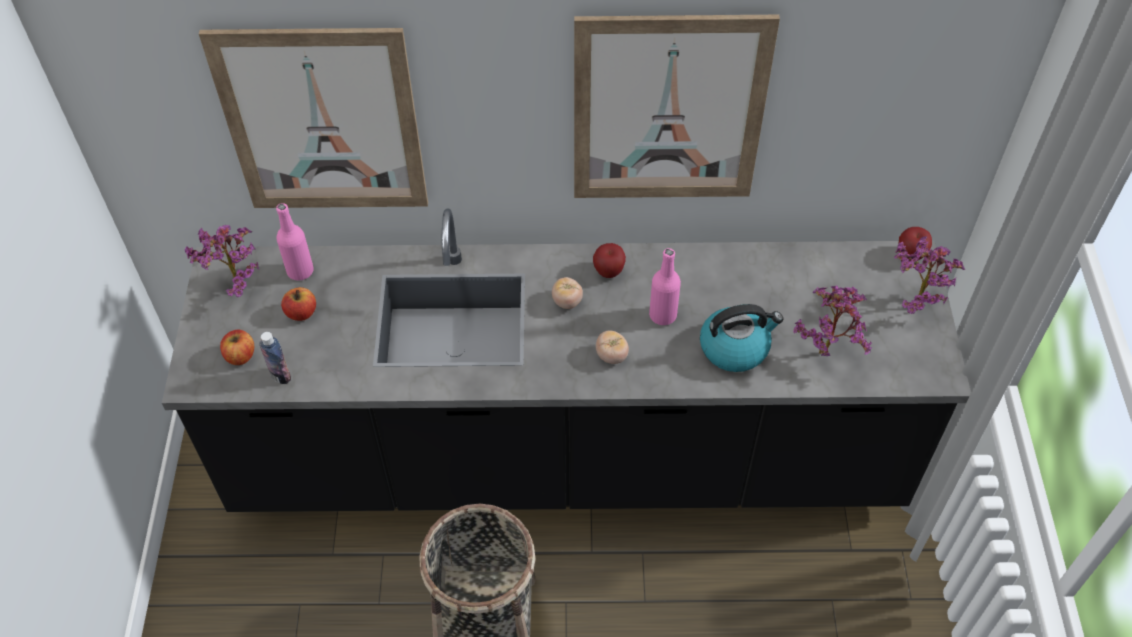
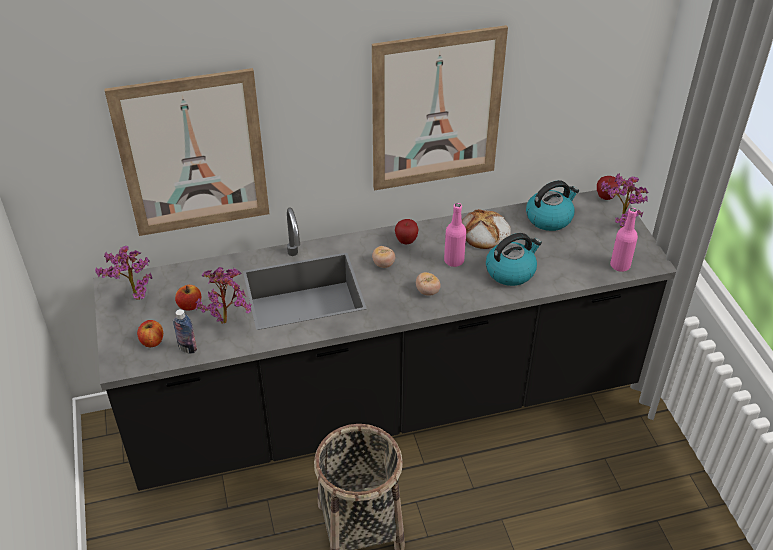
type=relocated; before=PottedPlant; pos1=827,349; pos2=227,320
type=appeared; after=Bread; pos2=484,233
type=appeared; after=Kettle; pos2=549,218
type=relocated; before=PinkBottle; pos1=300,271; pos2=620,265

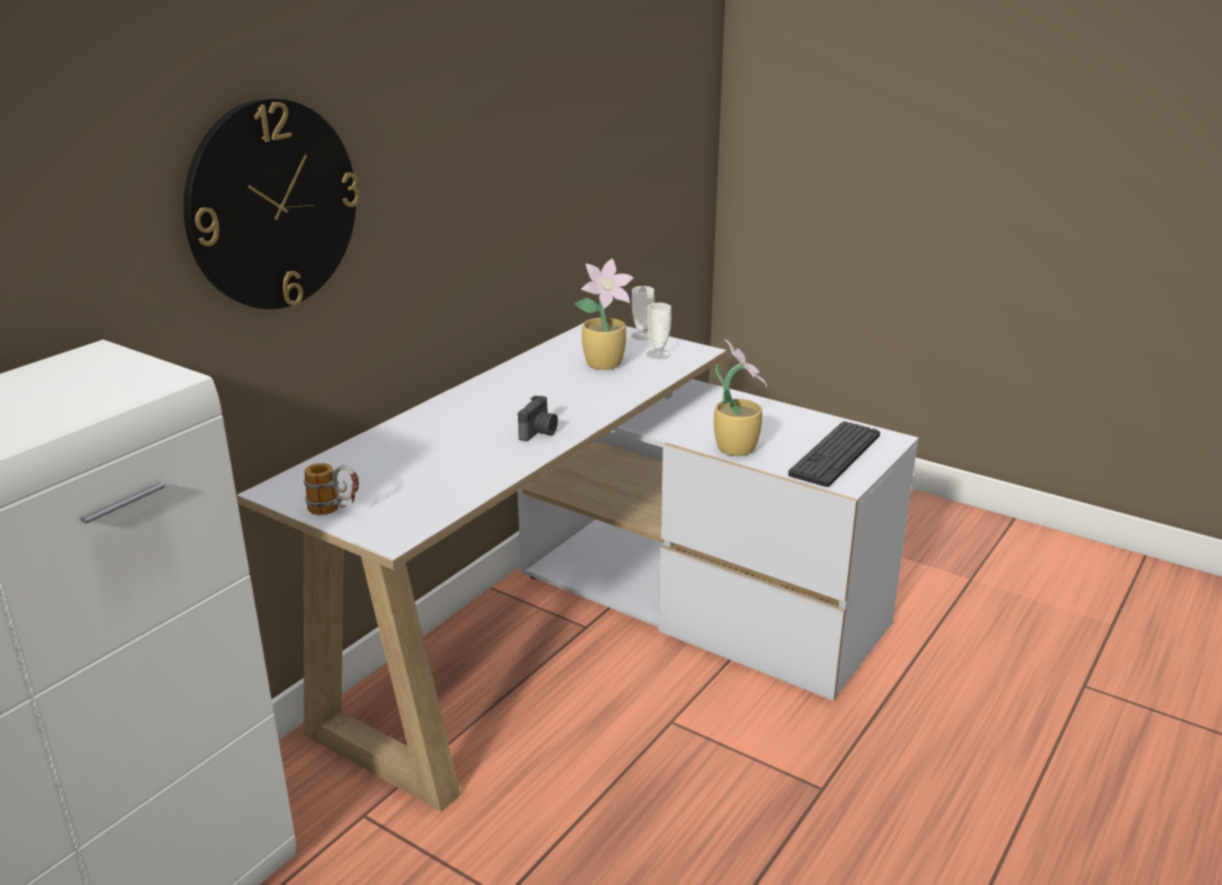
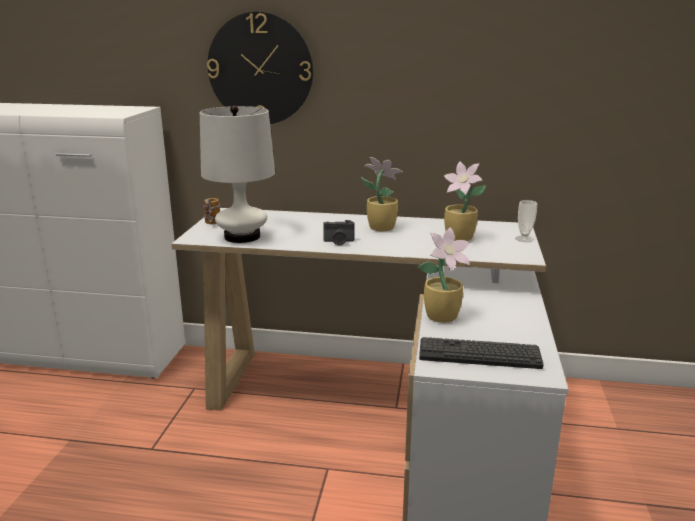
type=appeared; after=WhiteTableLamp; pos2=242,236
type=appeared; after=PottedPlant; pos2=380,227
type=missing; before=Cup; pos1=658,354

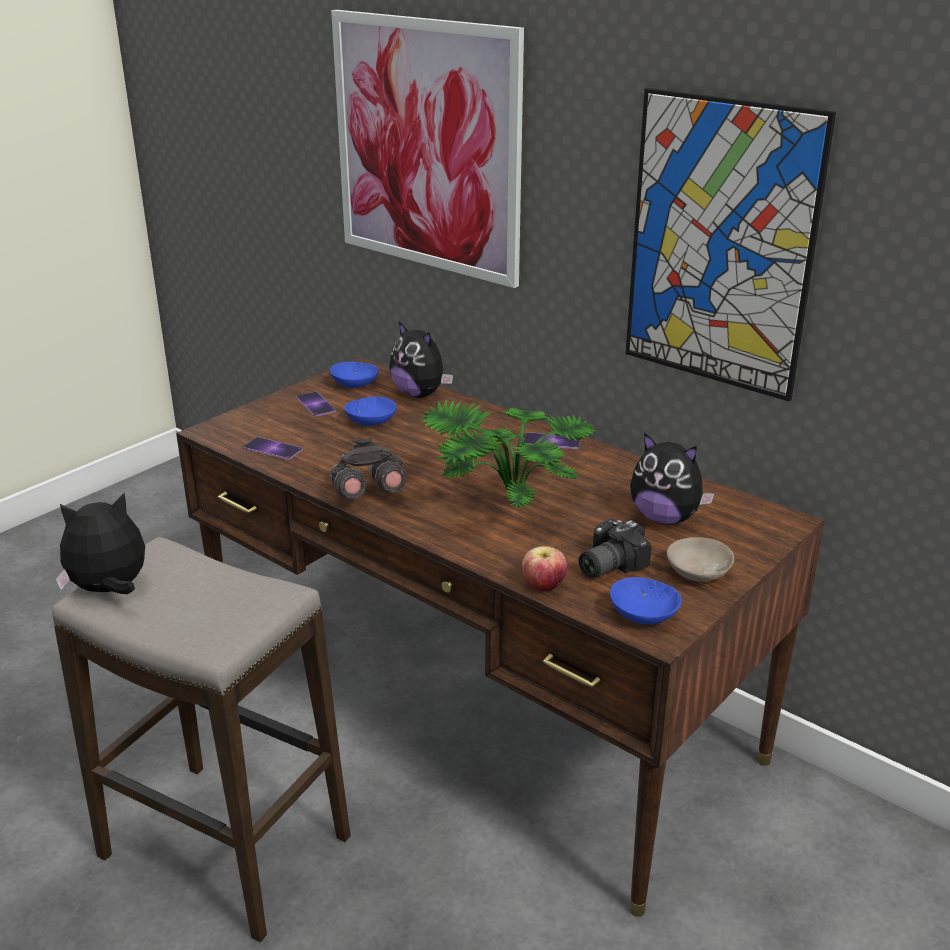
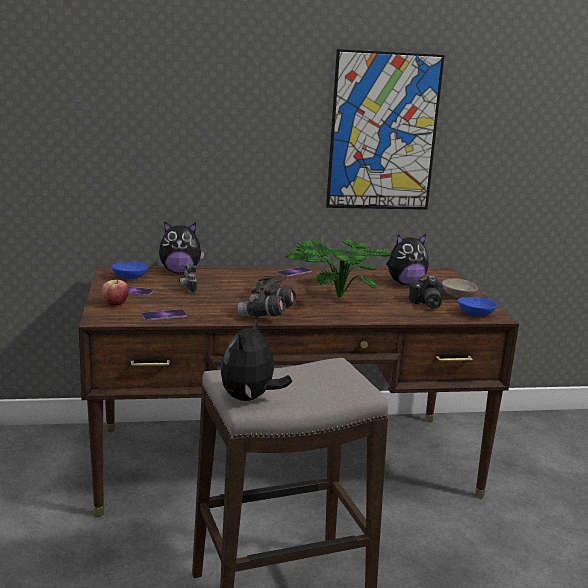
type=relocated; before=Apple; pos1=543,586; pos2=115,304
type=exchanged; before=BlueBowl; after=PhotoCamera; pos1=371,422; pos2=187,289
type=missing; before=Picture; pos1=426,146

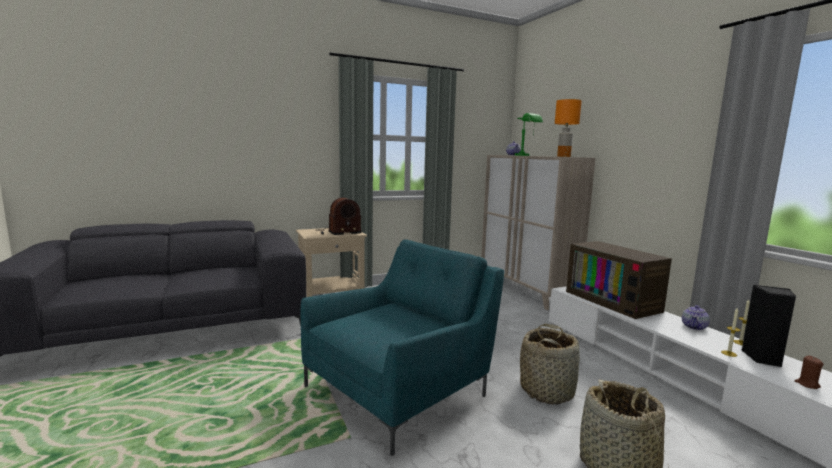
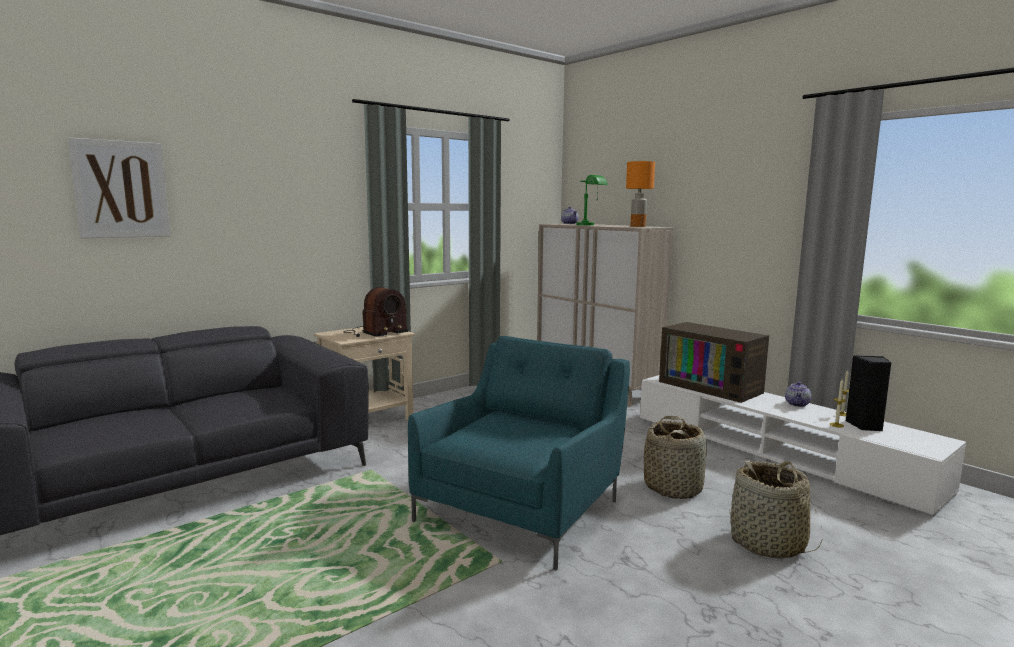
type=appeared; after=Picture; pos2=121,189
type=missing; before=BrownCandle; pos1=807,384

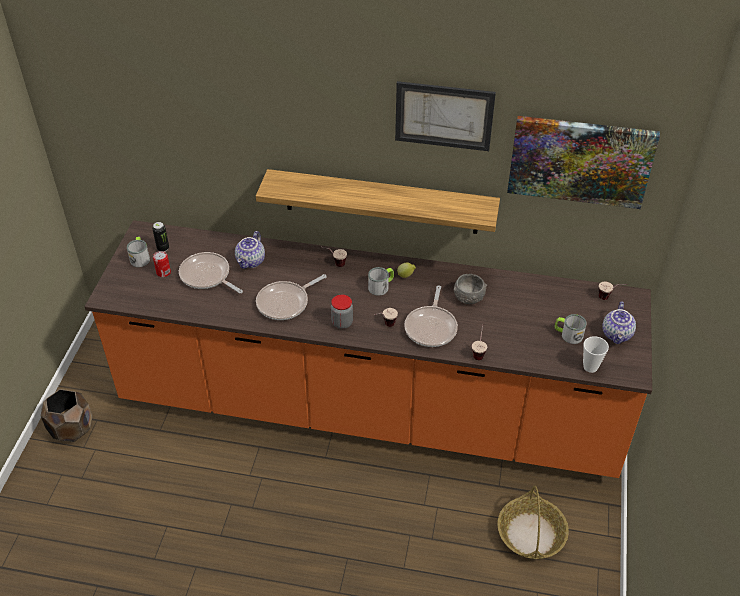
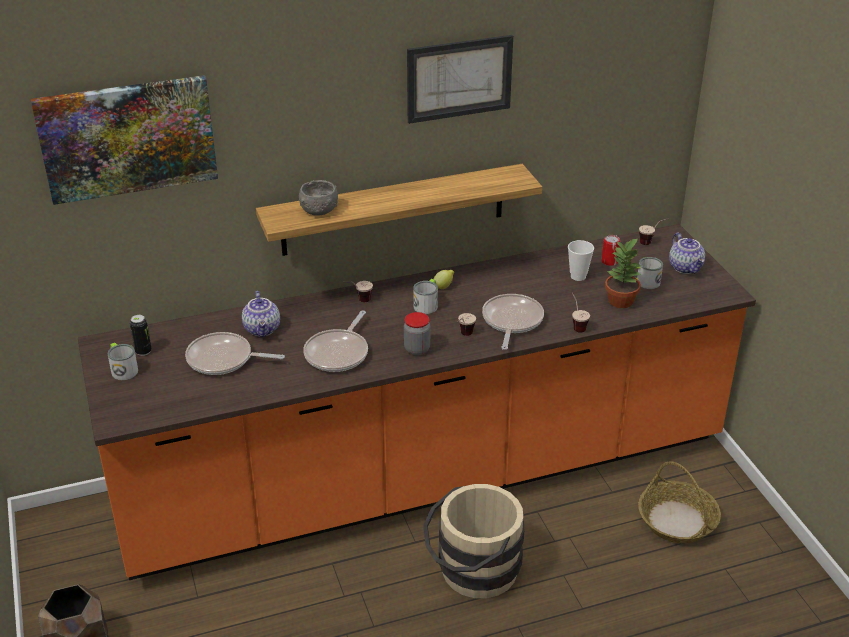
type=relocated; before=Picture; pos1=580,160; pos2=127,138
type=relocated; before=GreyBowl; pos1=468,297; pos2=319,210
type=appeared; after=BeigeBucket; pos2=472,572
type=spun; before=FryingPan; pos1=431,327; pos2=511,321; turn=-150
type=relocated; before=Cup; pos1=590,367; pos2=578,276
type=relocated; before=Can; pos1=163,272; pos2=609,262
type=appeared; after=PottedPlant; pos2=621,301

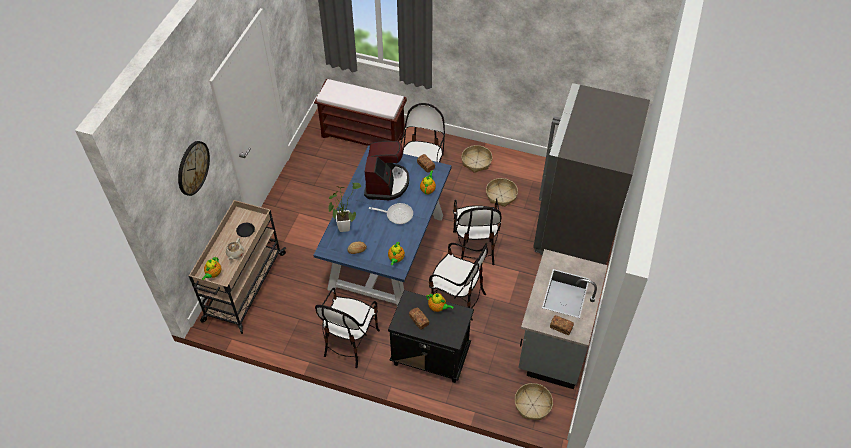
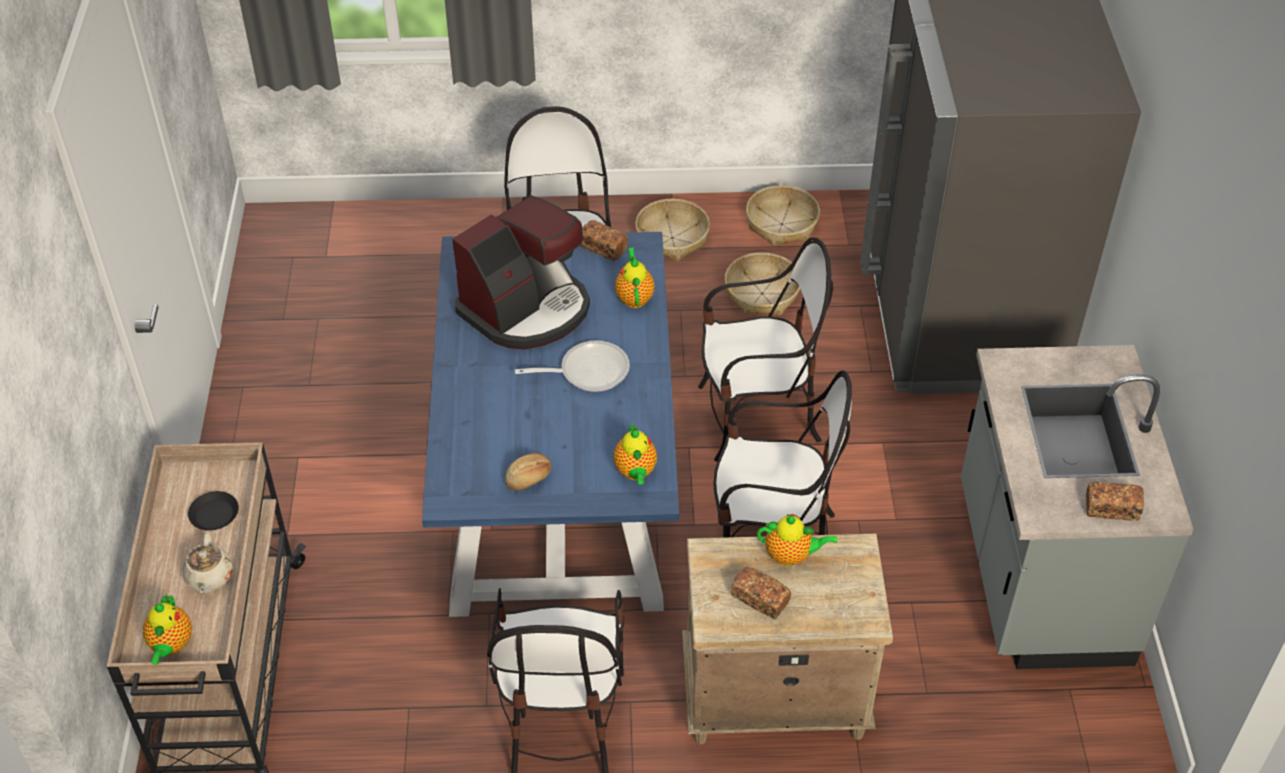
type=spun; before=CoffeeMachine; pos1=386,183; pos2=527,309; turn=60
type=colour; before=BlackNightstand; after=BeigeNightstand; pos1=429,356; pos2=772,696
type=spun; before=Chair; pos1=474,247; pos2=756,418; turn=-75
type=relocated; before=Basket; pos1=532,404; pos2=781,224
type=missing; before=WallClock; pos1=192,168
type=missing; before=BrownBench; pos1=364,136
type=missing; before=PottedPlant; pos1=344,225

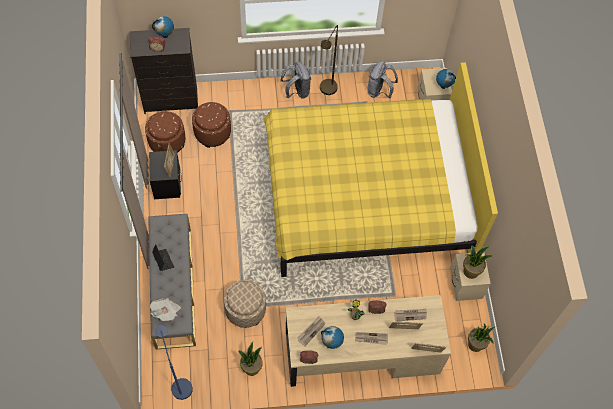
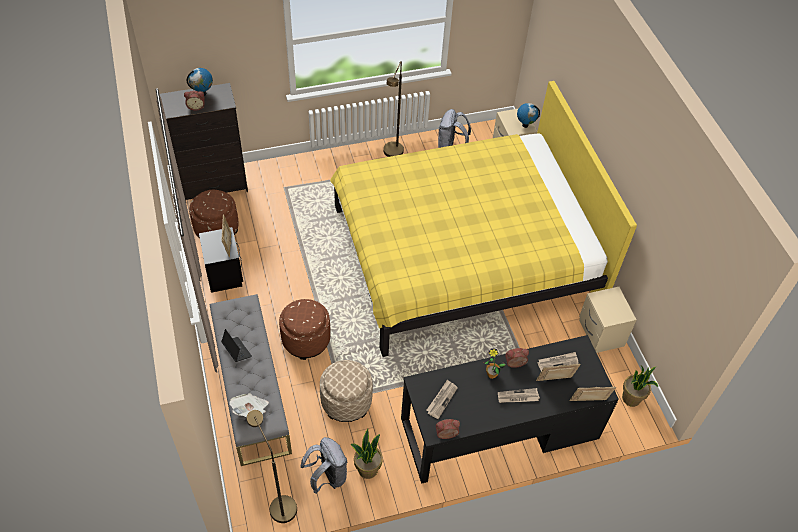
type=colour; before=BlueFloorLamp; after=BrownFloorLamp; pos1=179,384; pos2=279,503
type=relocated; before=BrownOttoman; pos1=212,132; pos2=306,339
type=relocated; before=GreyBackpack; pos1=297,91; pos2=327,476
type=colour; before=BeigeDesk; after=BlackDesk; pos1=362,352; pos2=499,428
type=missing; before=Globe; pos1=331,342
type=missing; before=PottedPlant; pos1=471,271

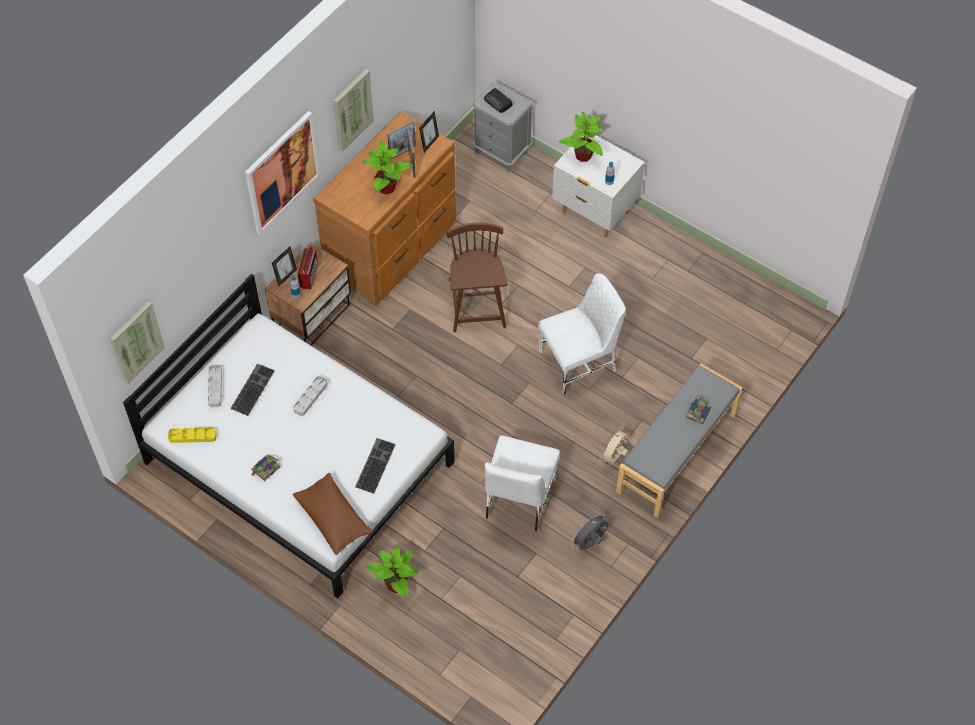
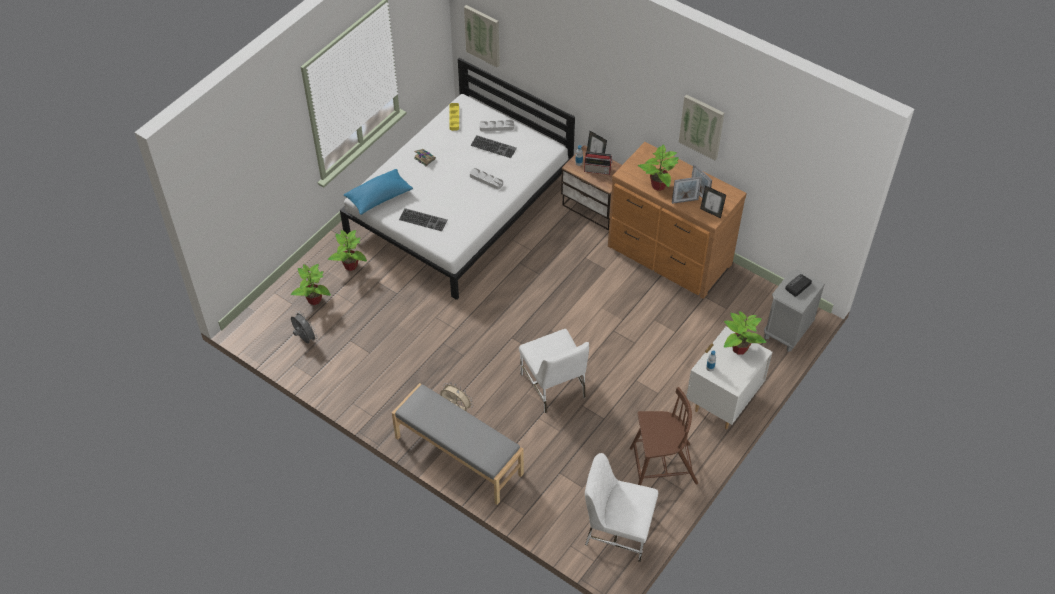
type=appeared; after=PottedPlant; pos2=314,300
type=relocated; before=GreyFan; pos1=590,543; pos2=305,338
type=colour; before=BrownPillow; after=BluePillow; pos1=333,519; pos2=379,197
type=relocated; before=WhiteChair; pos1=519,499; pos2=617,530
type=relocated; before=BrownChair; pos1=477,305; pos2=662,466
type=missing; before=Picture; pos1=282,172
type=missing; before=Book; pos1=698,412

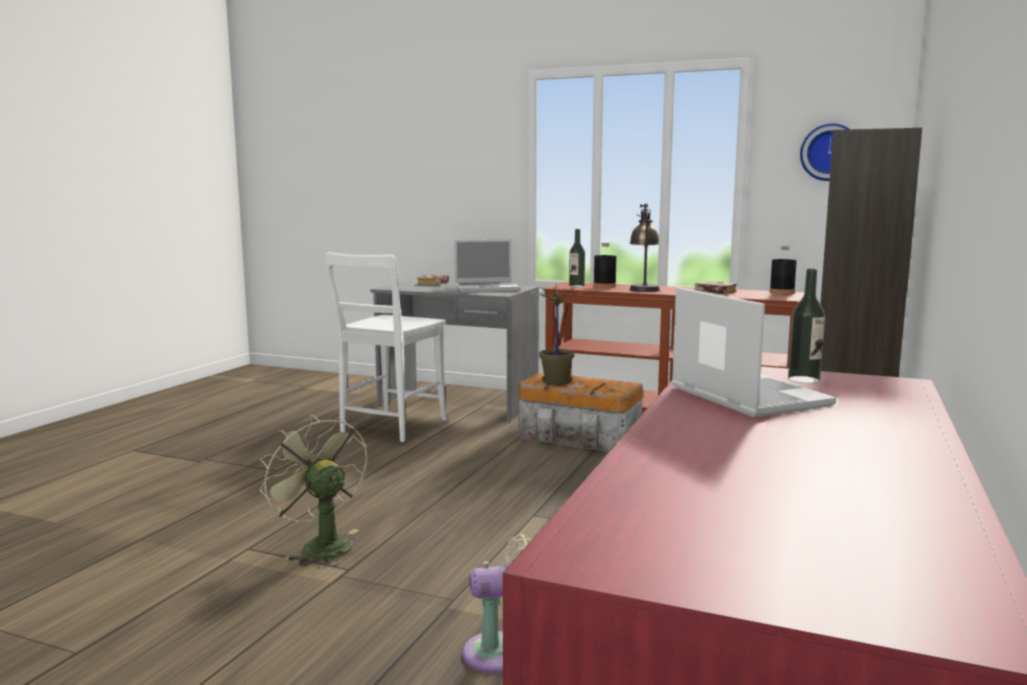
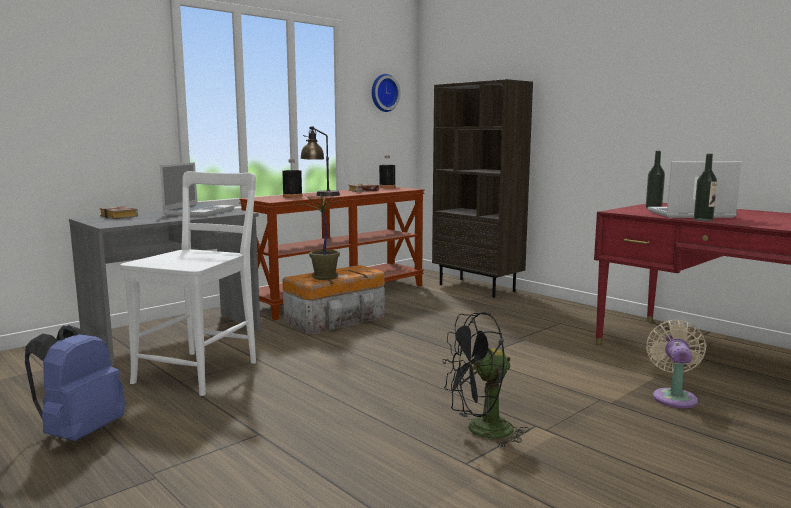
type=appeared; after=BlueBackpack; pos2=80,433
type=spun; before=WhiteChair; pos1=390,427; pos2=201,370; turn=-120
type=colour; before=GreenFan; after=BlackFan; pos1=320,545; pos2=481,431
type=relocated; before=Bottle; pos1=576,286; pos2=703,220

